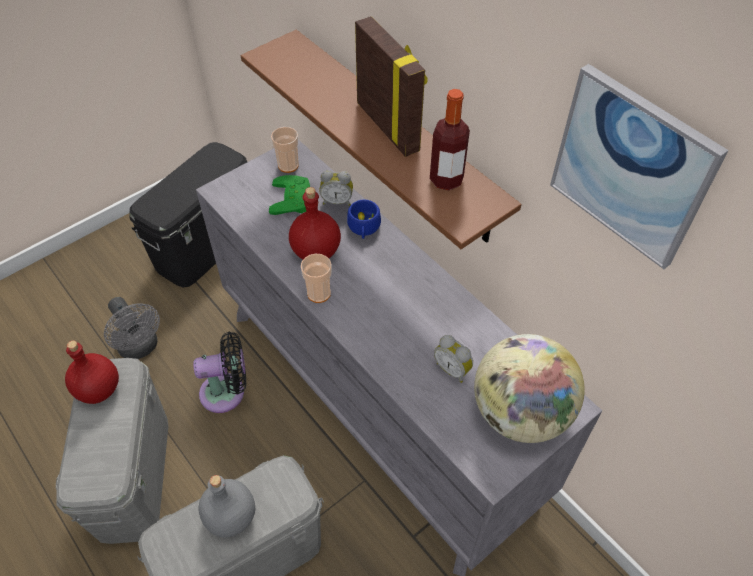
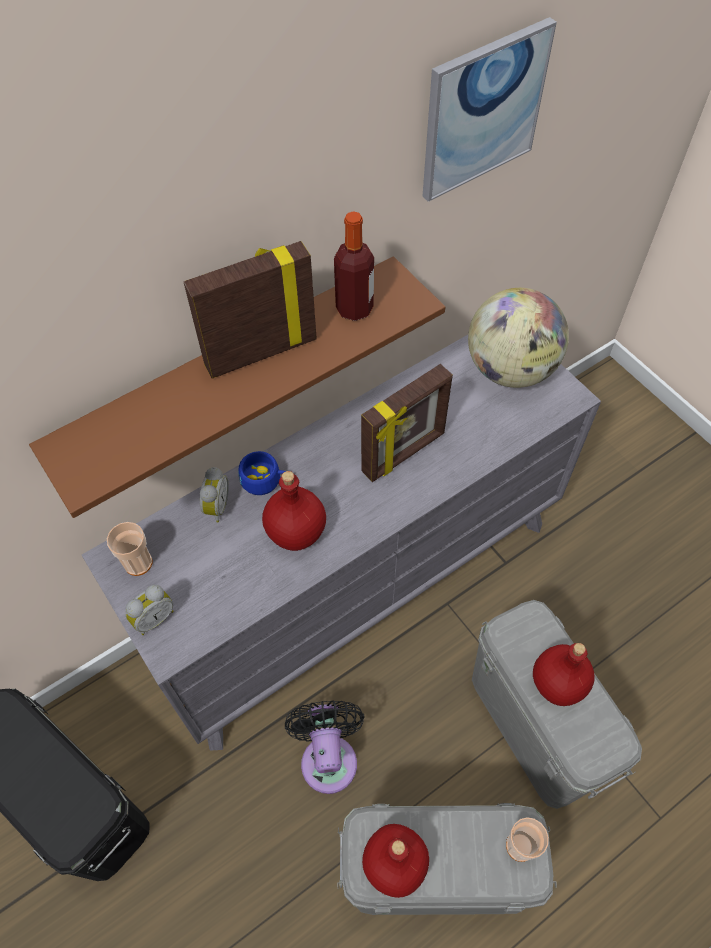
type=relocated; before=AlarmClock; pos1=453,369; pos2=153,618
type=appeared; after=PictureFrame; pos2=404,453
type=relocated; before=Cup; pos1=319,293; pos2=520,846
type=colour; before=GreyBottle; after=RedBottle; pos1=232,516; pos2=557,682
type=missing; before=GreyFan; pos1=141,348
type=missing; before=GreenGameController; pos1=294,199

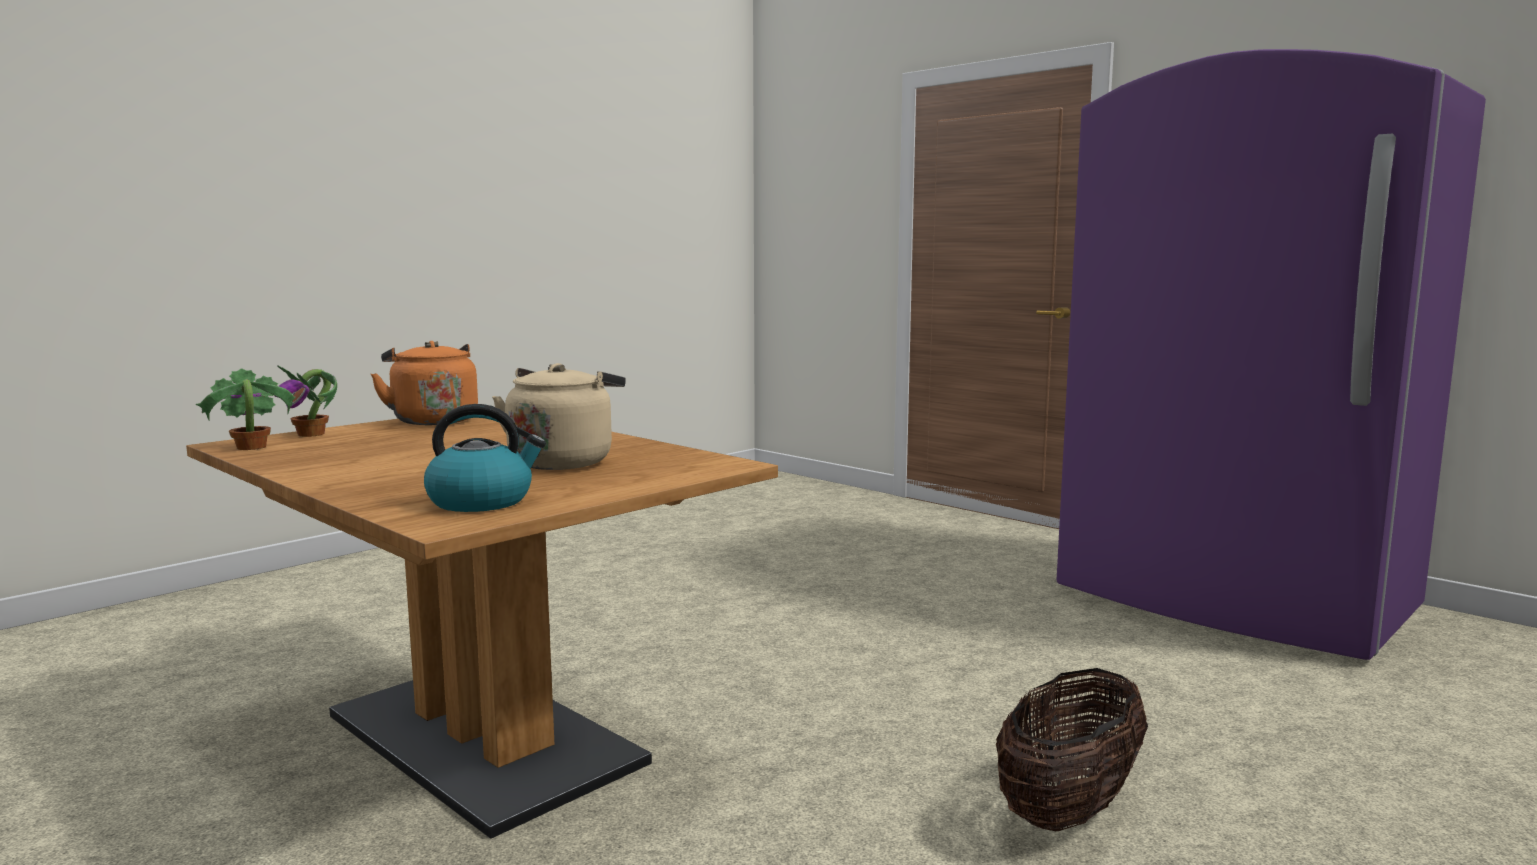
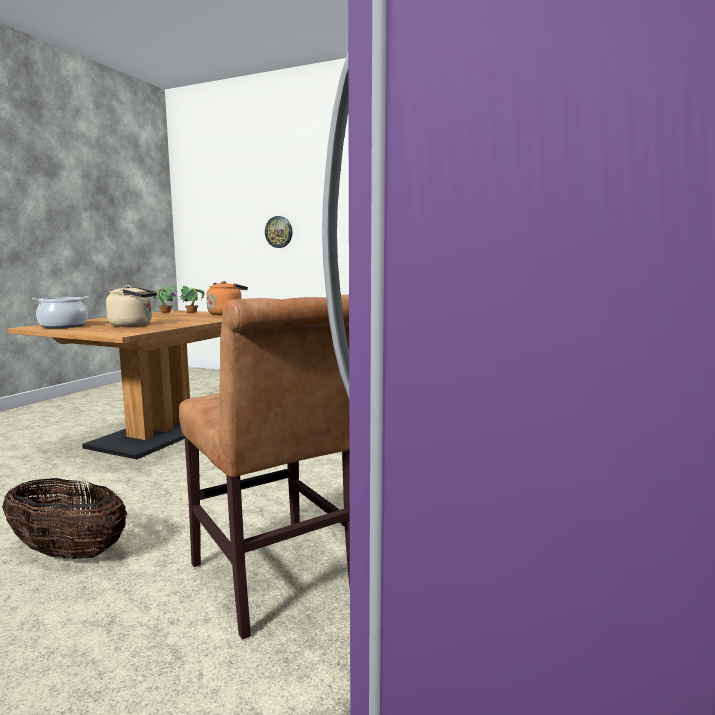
type=exchanged; before=Kettle; after=CookingPot; pos1=482,501; pos2=63,326
type=appeared; after=BrownChair; pos2=277,582
type=appeared; after=WallClock; pos2=279,232

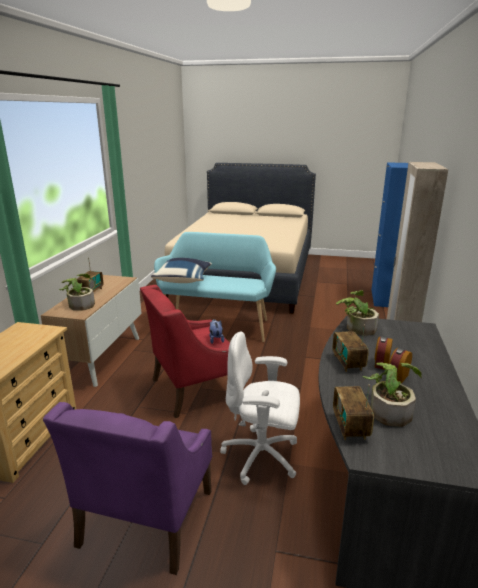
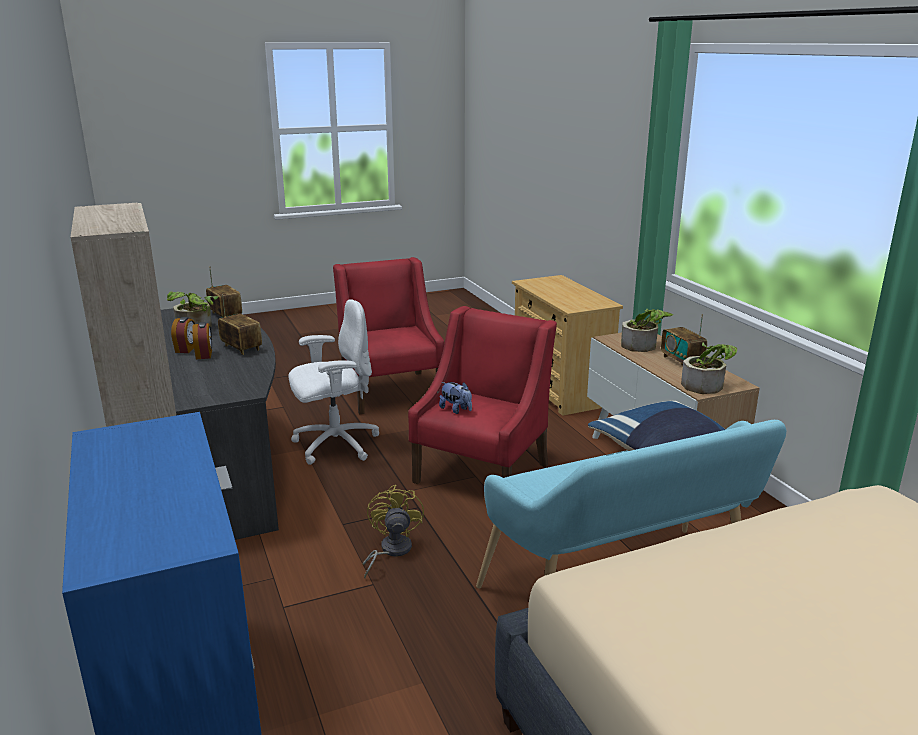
type=colour; before=PurpleArmchair; after=RedArmchair; pos1=145,518; pos2=391,391
type=appeared; after=YellowFan; pos2=390,551
type=relocated; before=PottedPlant; pos1=356,328; pos2=707,385

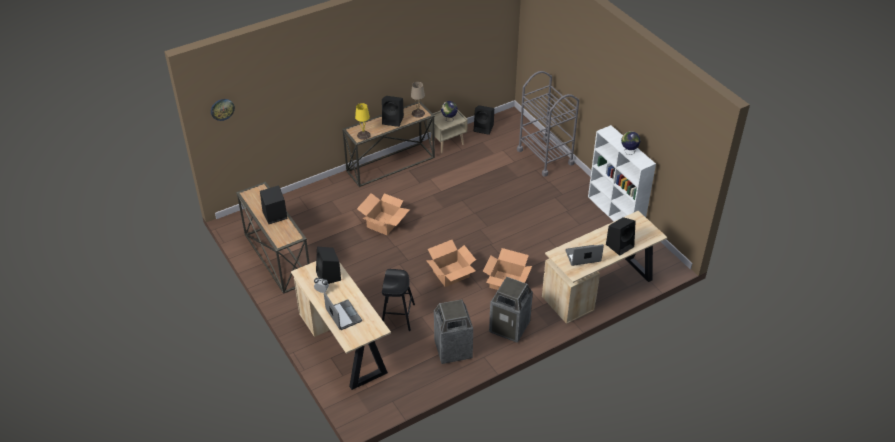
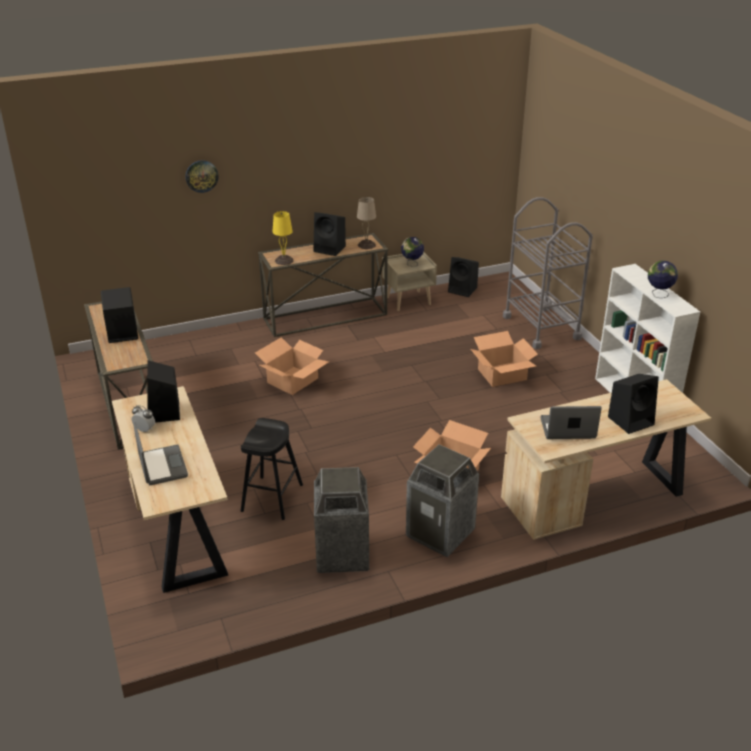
type=relocated; before=WallClock; pos1=222,109; pos2=201,176
type=relocated; before=CardboardBox; pos1=451,274; pos2=502,374

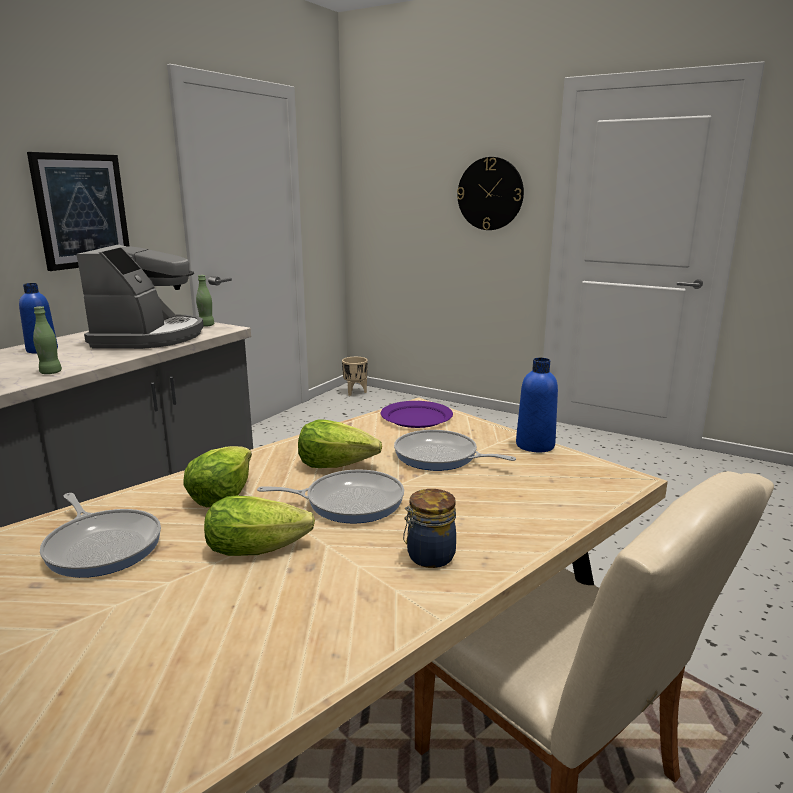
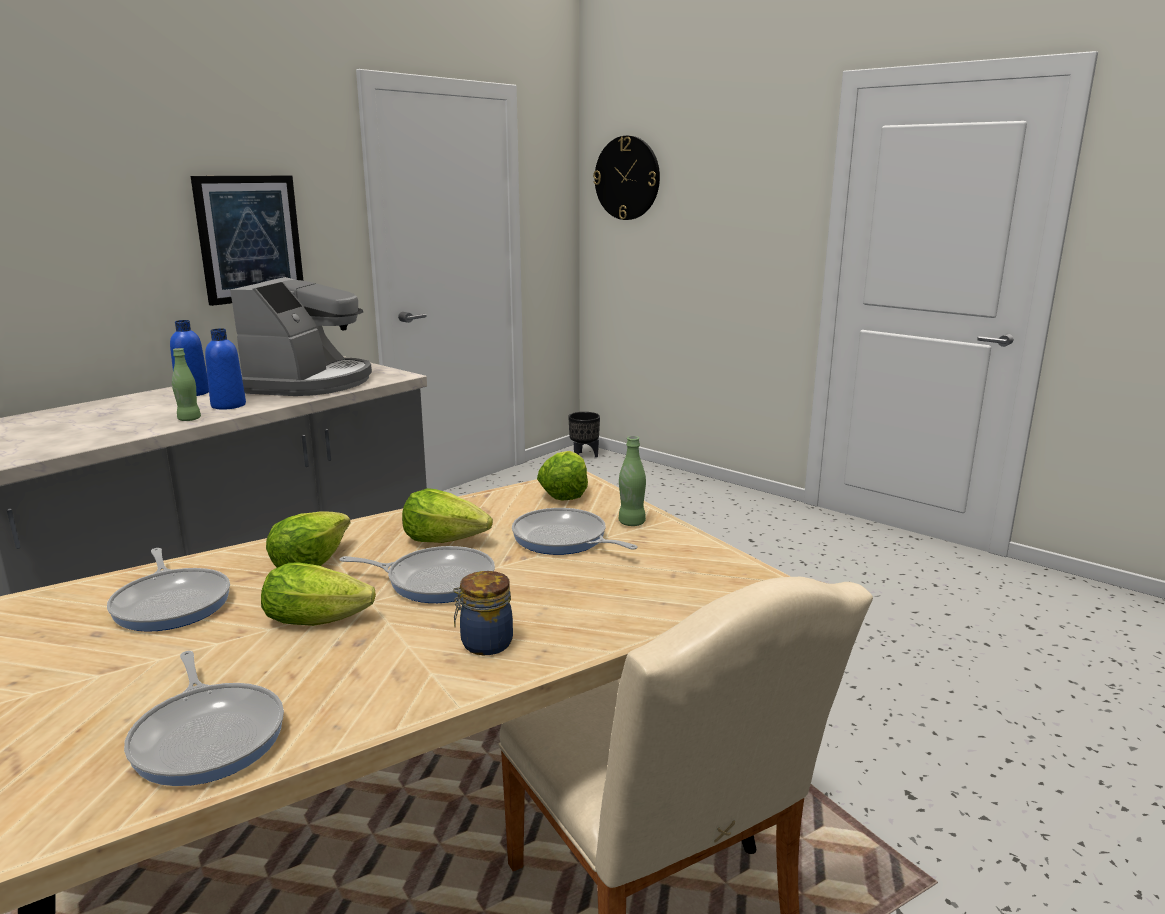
type=appeared; after=FryingPan; pos2=209,736
type=relocated; before=BlueBottle; pos1=535,445; pos2=228,405
type=exchanged; before=PurplePlate; after=Lettuce; pos1=416,417; pos2=564,493
type=colour; before=BeigePlanter; after=BlackPlanter; pos1=355,392; pos2=584,456
type=relocated; before=WallClock; pos1=490,194; pos2=627,178
type=relocated; before=GreenBottle; pos1=206,325; pos2=631,523

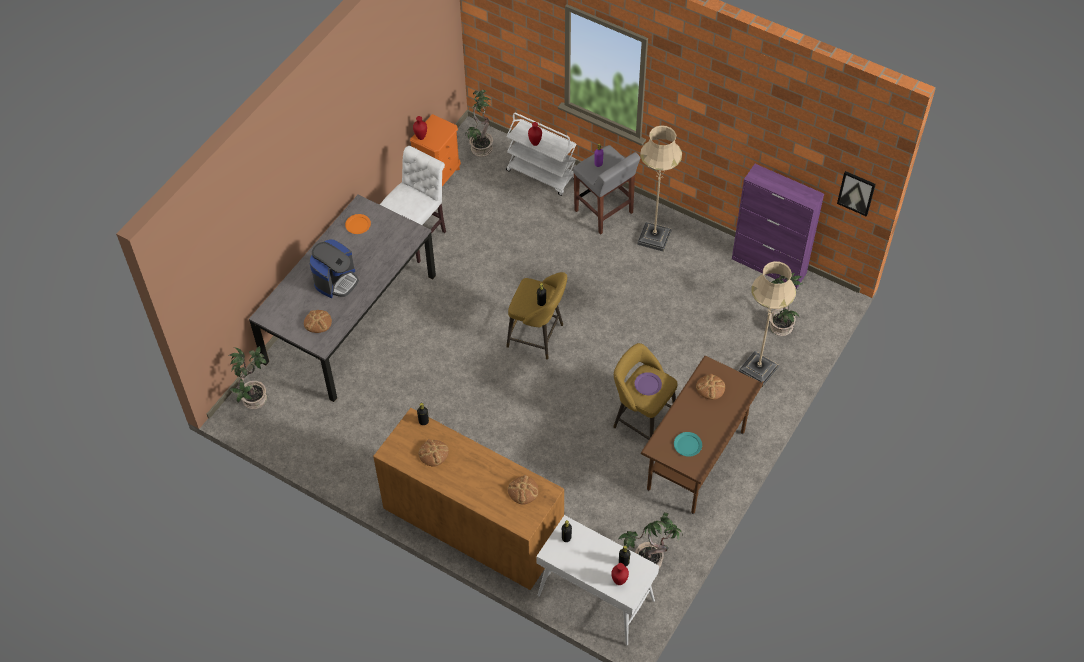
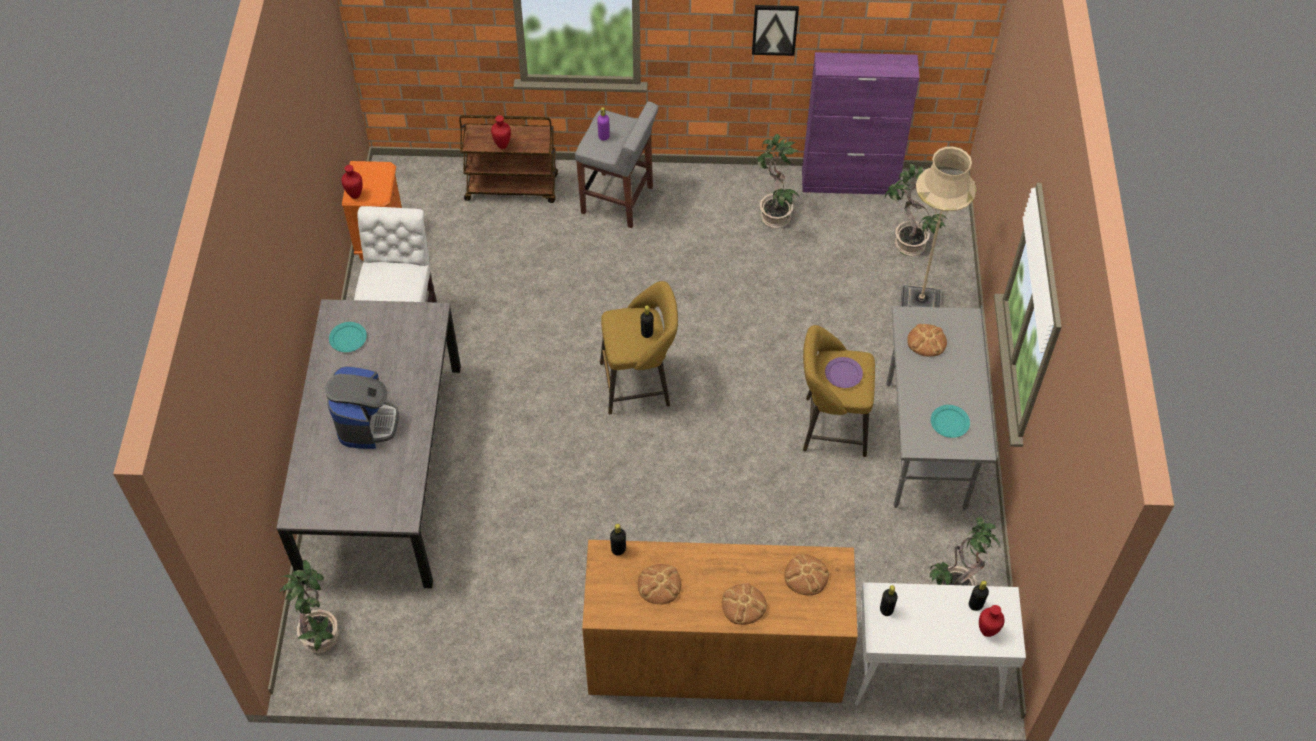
type=colour; before=OrangePlate; after=TurquoisePlate; pos1=358,225; pos2=348,338
type=colour; before=WhiteCart; after=BrownCart; pos1=542,174; pos2=512,187
type=relocated; before=Bread; pos1=317,322; pos2=743,605
type=relocated; before=Picture; pos1=856,192; pos2=774,29
type=relocated; before=PottedPlant; pos1=480,148; pos2=773,216
type=colour; before=BrownDesk; after=GreyDesk; pos1=696,461; pos2=926,445
type=missing; before=BeigeFloorLamp; pos1=654,238

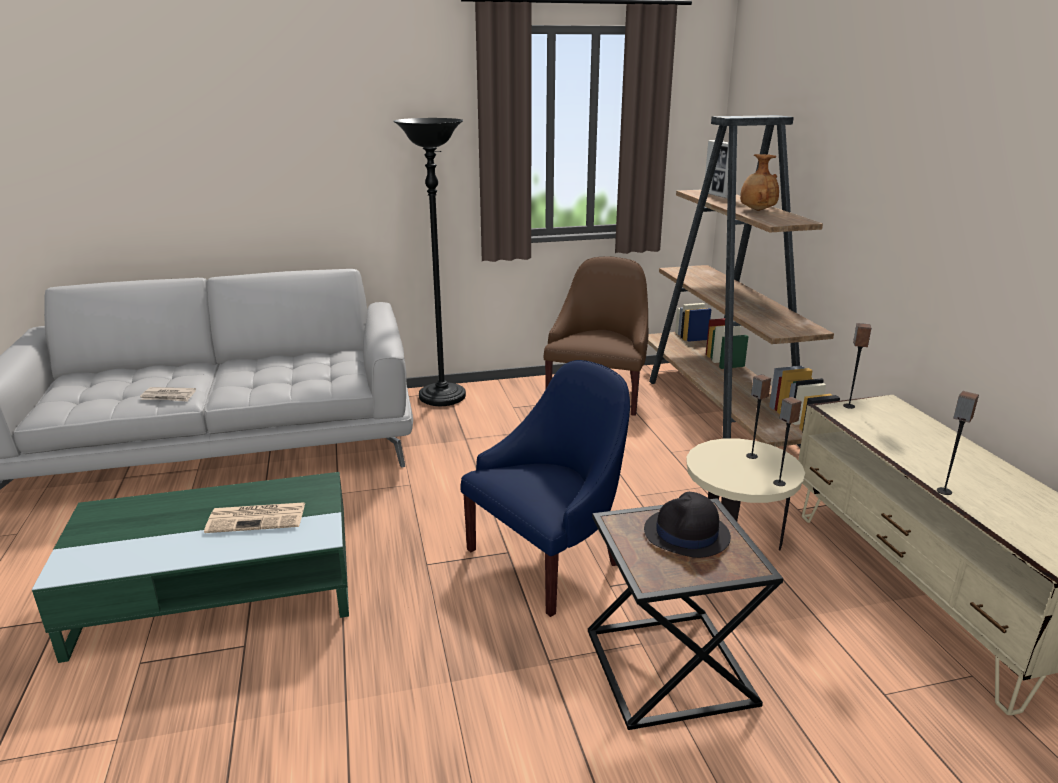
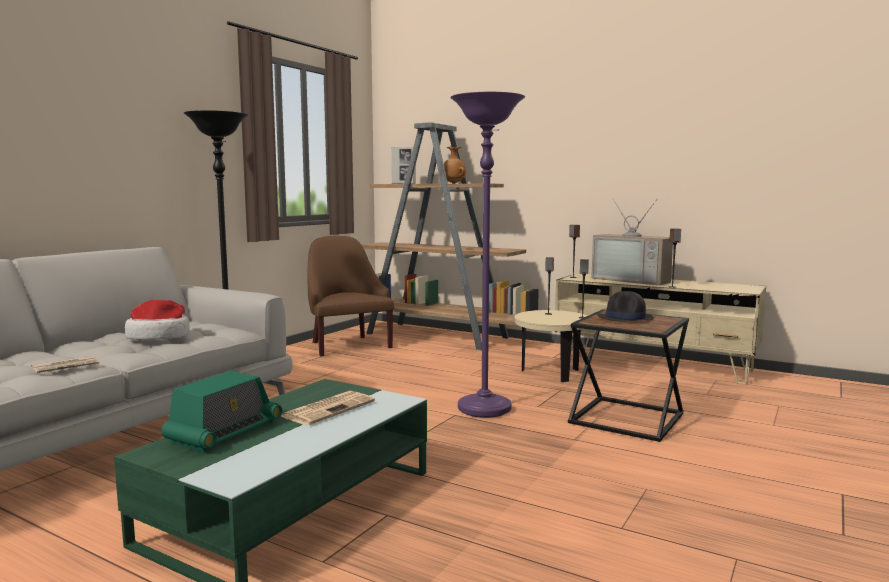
type=appeared; after=Hat; pos2=159,337
type=appeared; after=Radio; pos2=224,432
type=exchanged; before=BlueArmchair; after=PurpleFloorLamp; pos1=549,559; pos2=484,409
type=appeared; after=Television; pos2=633,280

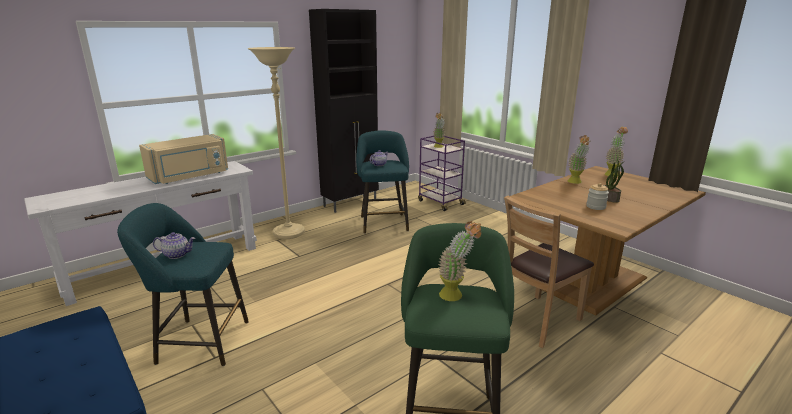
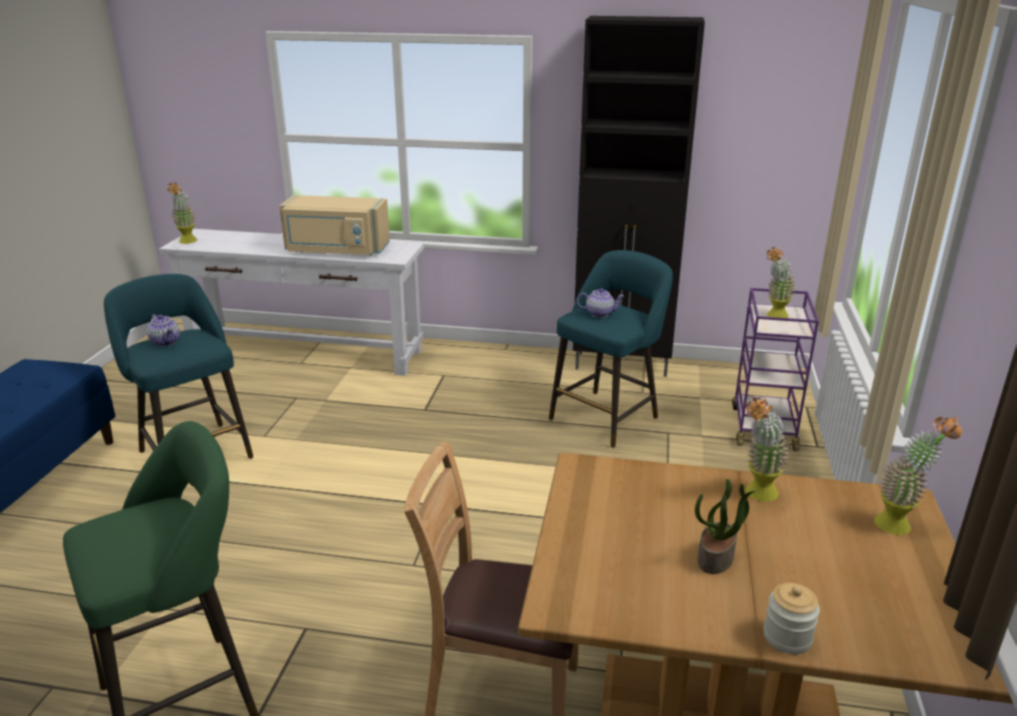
type=relocated; before=PottedPlant; pos1=456,296; pos2=187,242
type=relocated; before=Jar; pos1=595,207; pos2=787,637
type=missing; before=BeigeFloorLamp; pos1=289,233

